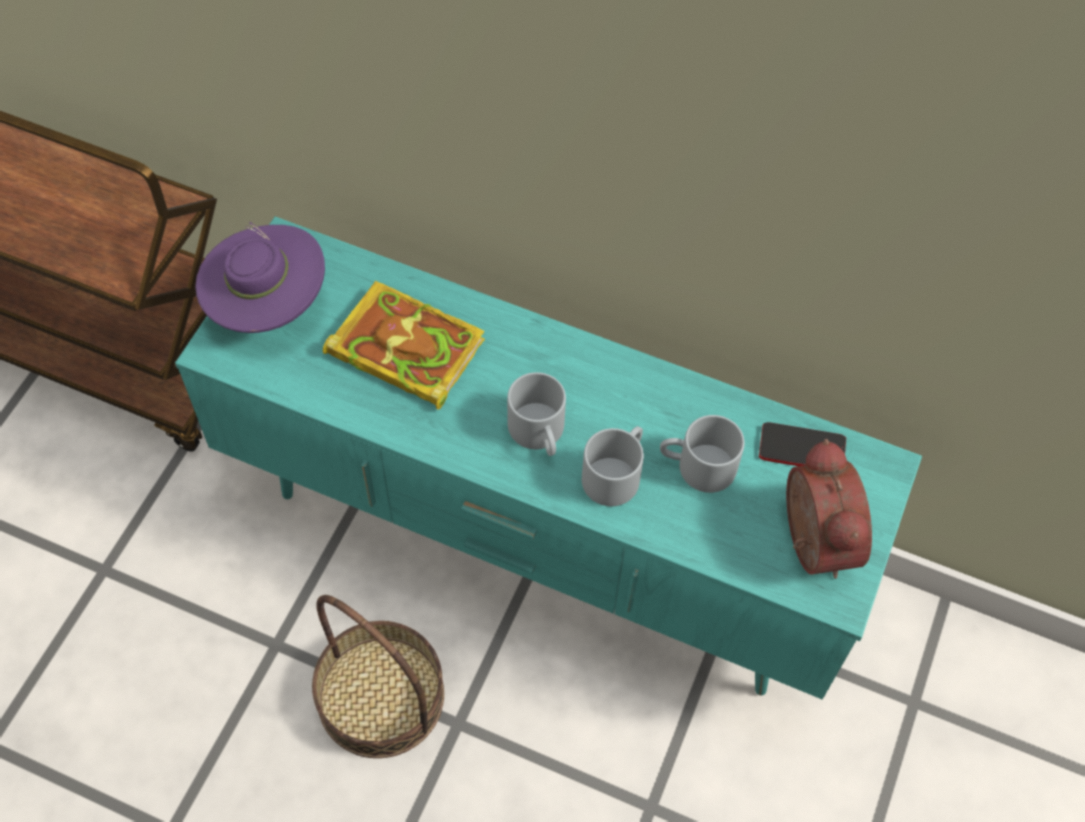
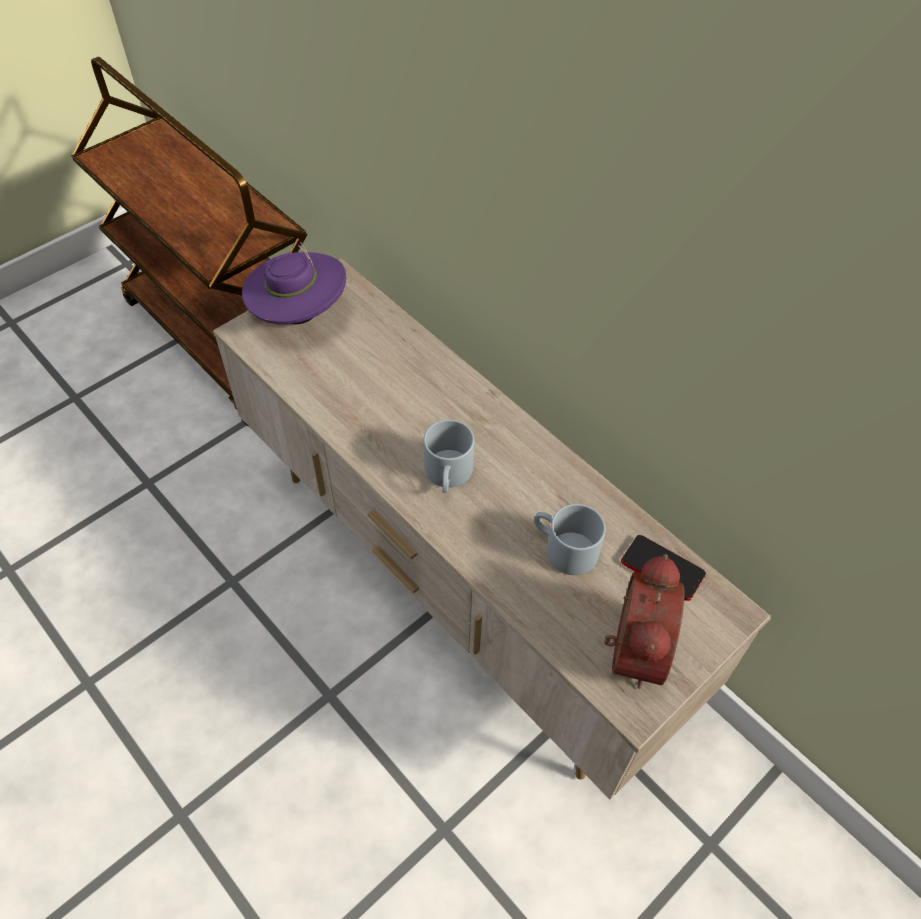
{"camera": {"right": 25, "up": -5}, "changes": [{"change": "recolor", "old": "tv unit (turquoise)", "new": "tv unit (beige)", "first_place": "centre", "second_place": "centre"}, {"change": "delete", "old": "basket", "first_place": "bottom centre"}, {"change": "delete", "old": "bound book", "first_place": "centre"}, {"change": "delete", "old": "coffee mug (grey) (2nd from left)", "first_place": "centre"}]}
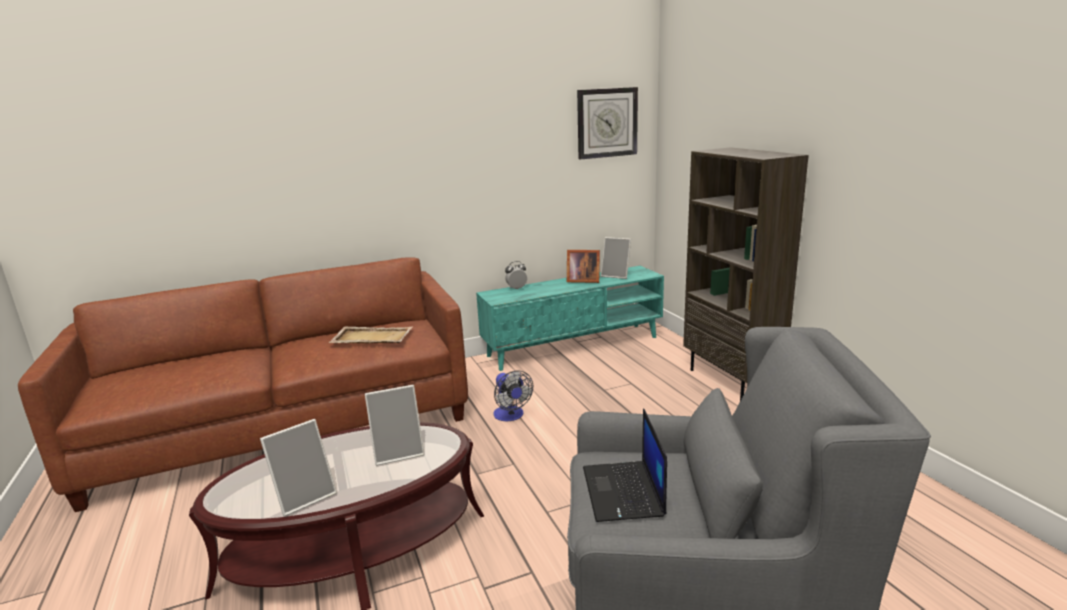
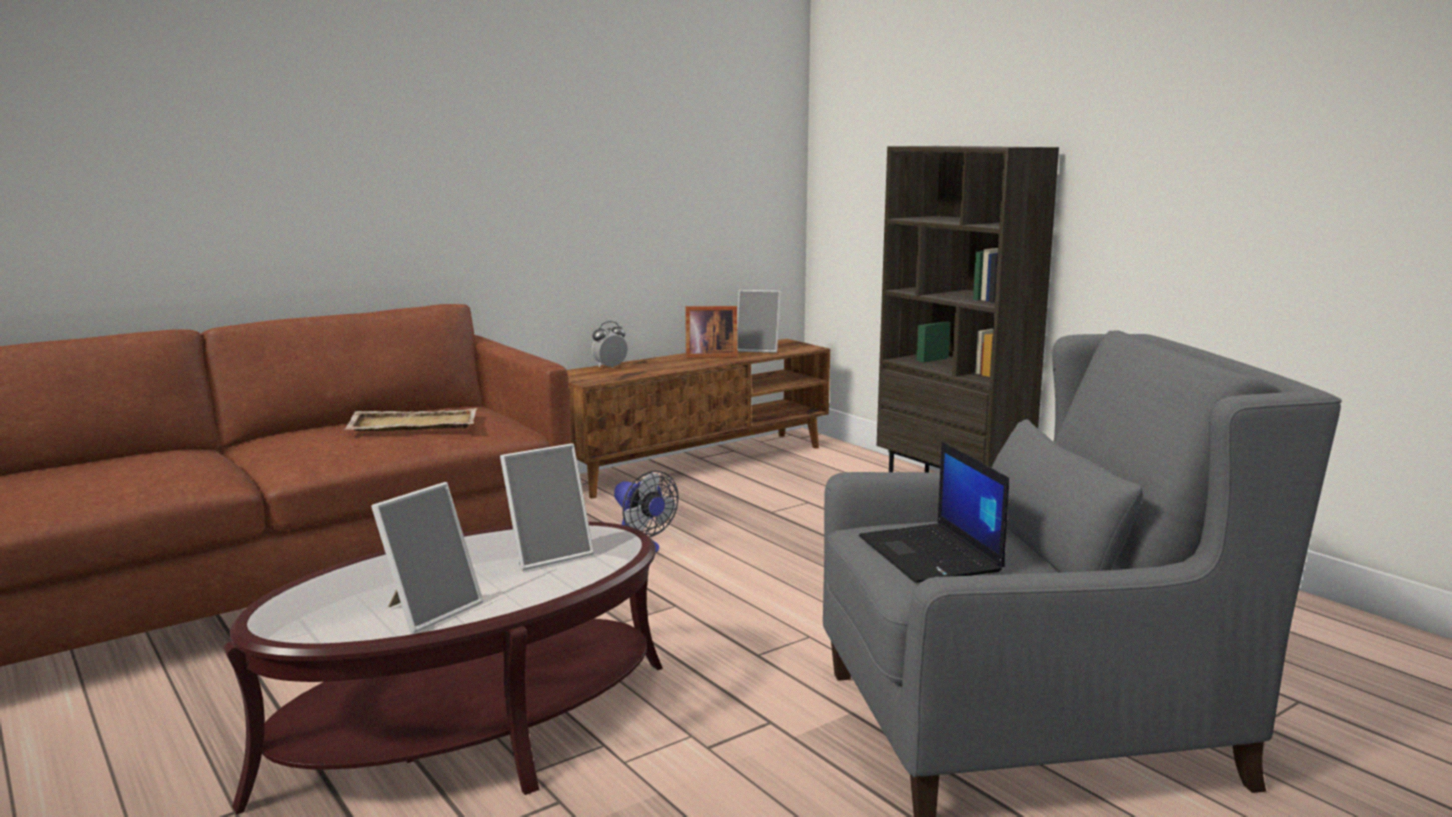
{"camera": {"right": -15, "up": -5}, "changes": [{"change": "recolor", "old": "tv unit (turquoise)", "new": "tv unit (brown-coloured)", "first_place": "centre", "second_place": "centre"}, {"change": "delete", "old": "hanging clock", "first_place": "top centre"}]}
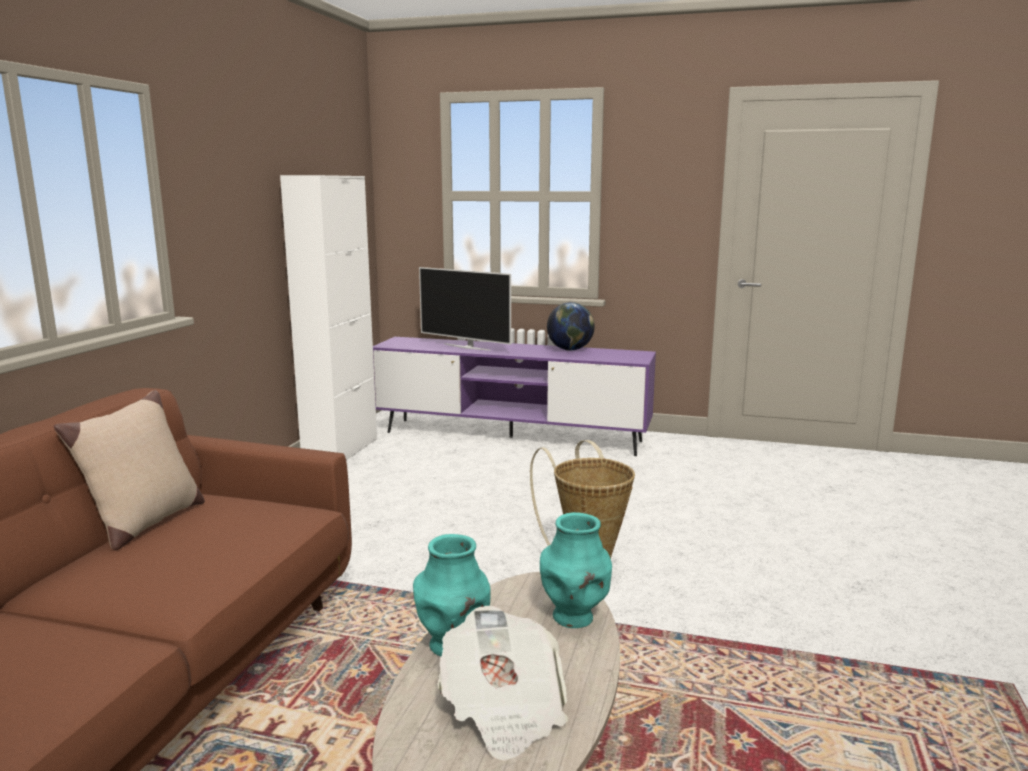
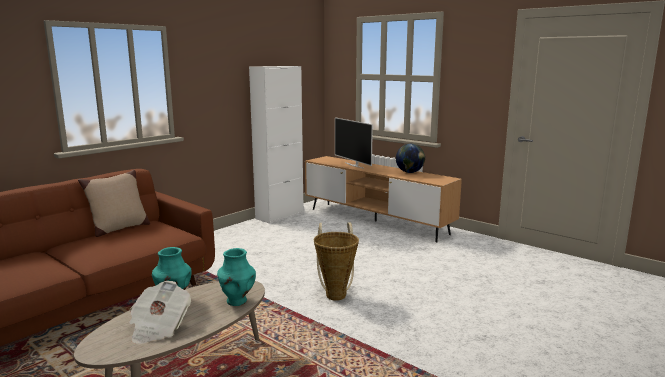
{"camera": {"right": 25, "up": 0}, "changes": [{"change": "recolor", "old": "tv unit (purplish)", "new": "tv unit (brown-coloured)", "first_place": "centre", "second_place": "centre"}]}
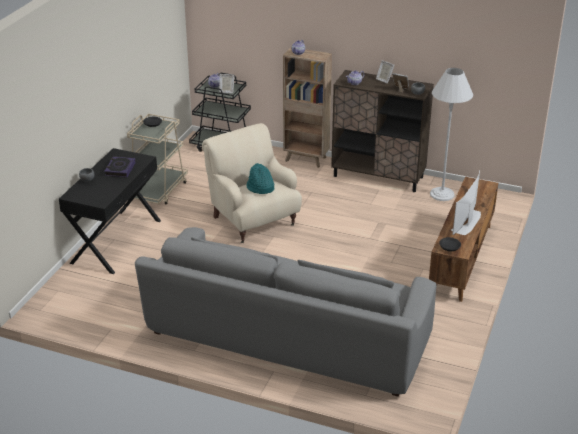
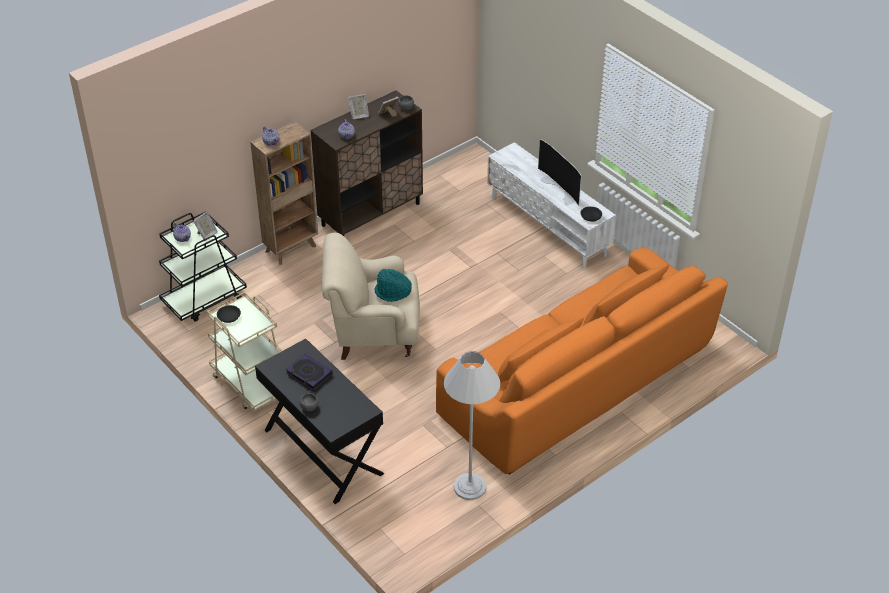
{"camera": {"right": -60, "up": 10}, "changes": [{"change": "recolor", "old": "settee (grey)", "new": "settee (orangey)", "first_place": "bottom centre", "second_place": "centre"}, {"change": "move", "old": "standard lamp (white-coloured)", "first_place": "top right", "second_place": "bottom centre"}, {"change": "recolor", "old": "tv unit (brown-coloured)", "new": "tv unit (white-coloured)", "first_place": "middle right", "second_place": "centre"}]}
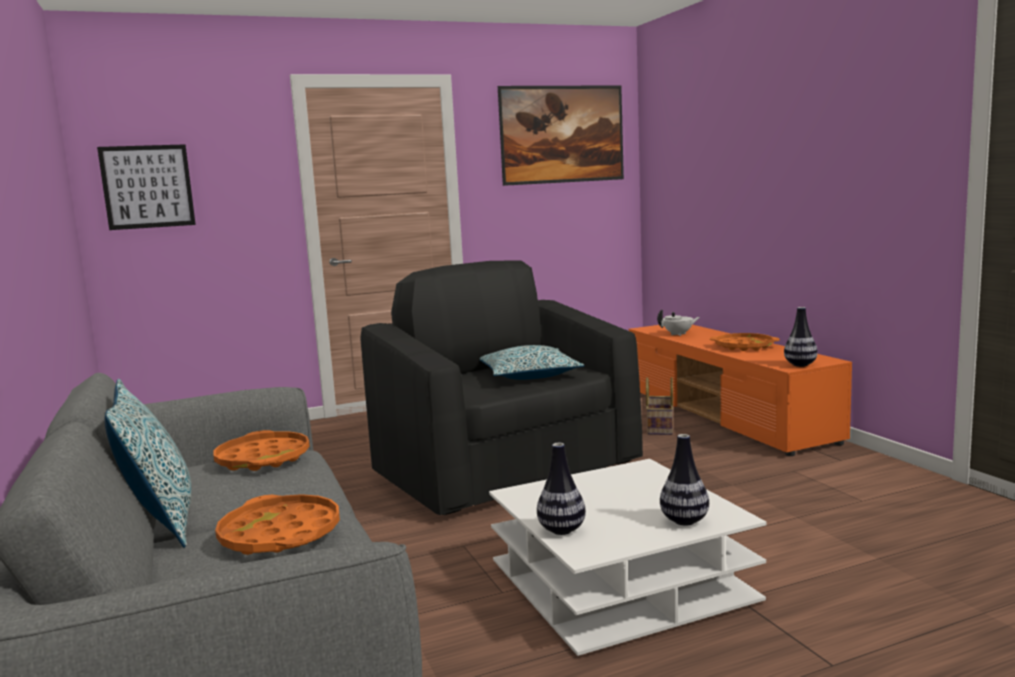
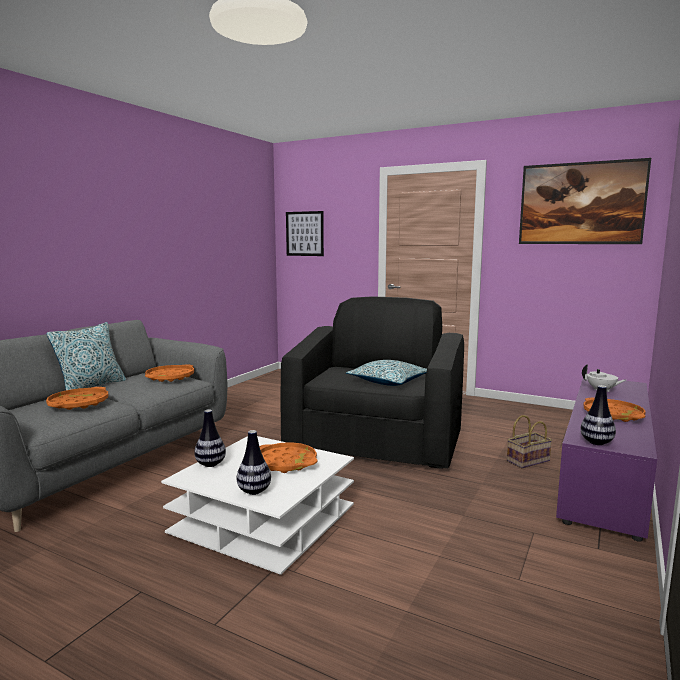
{"camera": {"right": 50, "up": 0}, "changes": [{"change": "insert", "new": "carrying tray (orangey) (3rd from left)", "second_place": "bottom centre"}, {"change": "recolor", "old": "tv unit (orangey)", "new": "tv unit (purplish)", "first_place": "middle right", "second_place": "bottom right"}]}
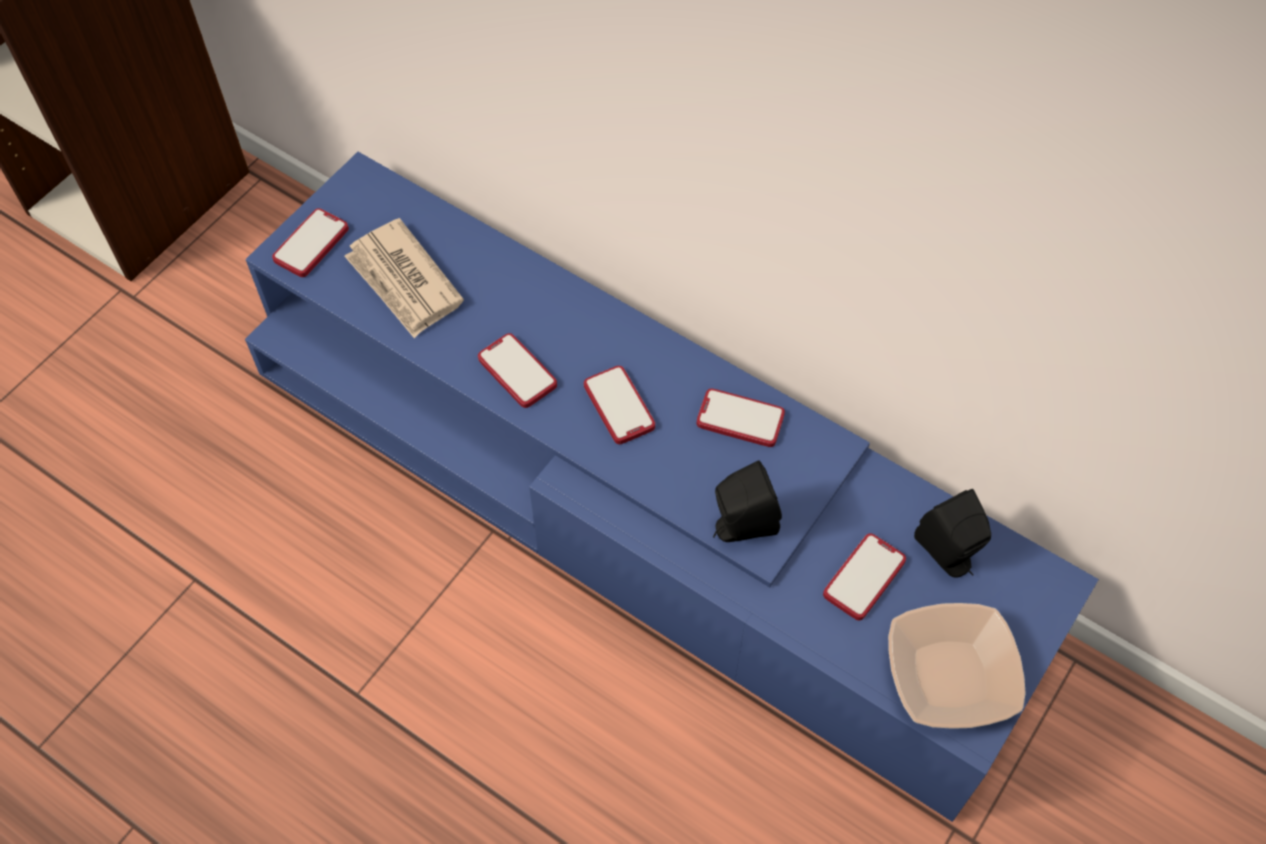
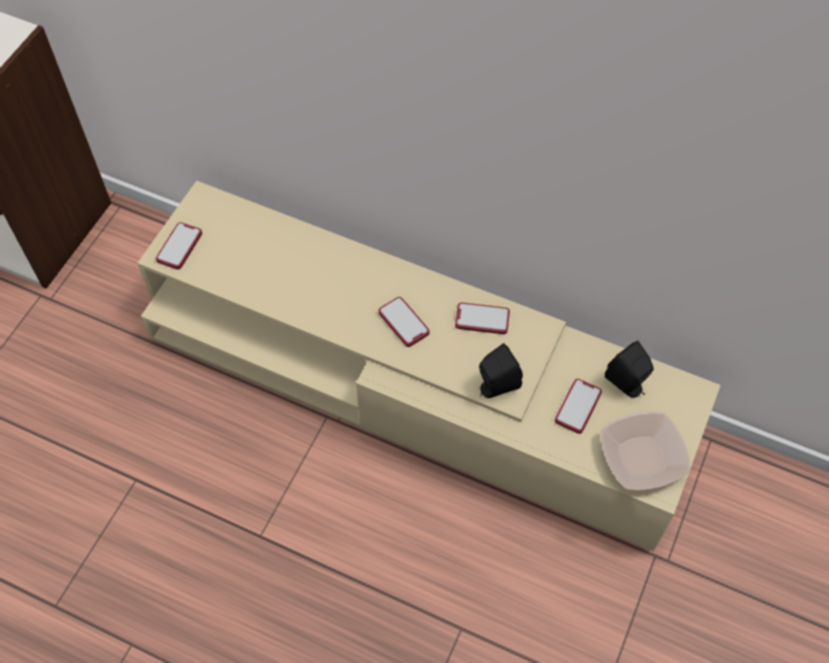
{"camera": {"right": -10, "up": 0}, "changes": [{"change": "recolor", "old": "tv unit (bluish)", "new": "tv unit (beige)", "first_place": "centre", "second_place": "centre"}, {"change": "delete", "old": "printed paper", "first_place": "top left"}, {"change": "delete", "old": "phone (2nd from left)", "first_place": "centre"}]}
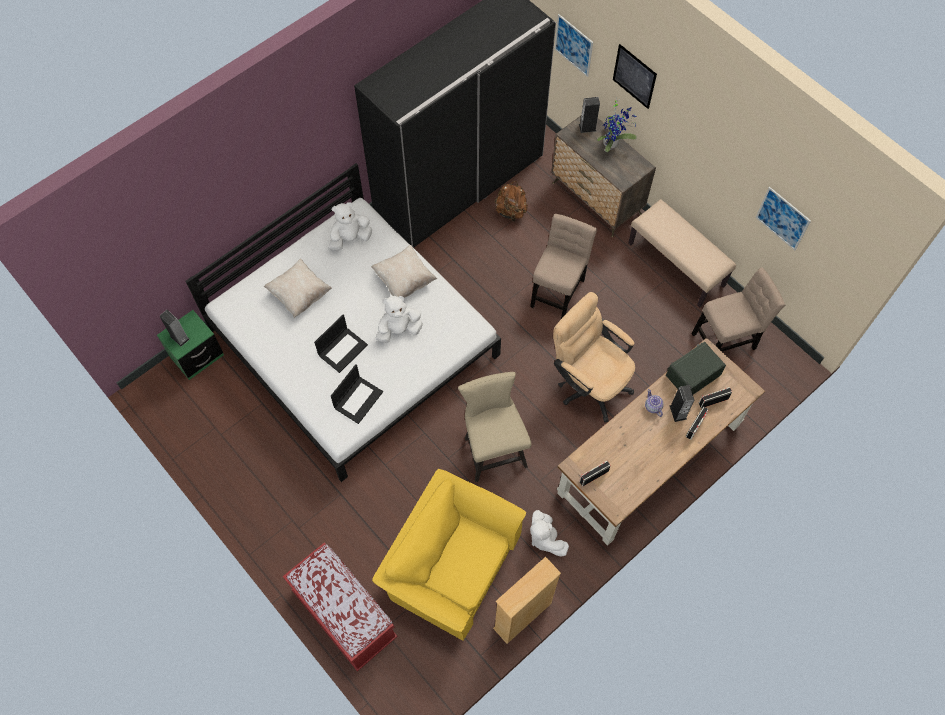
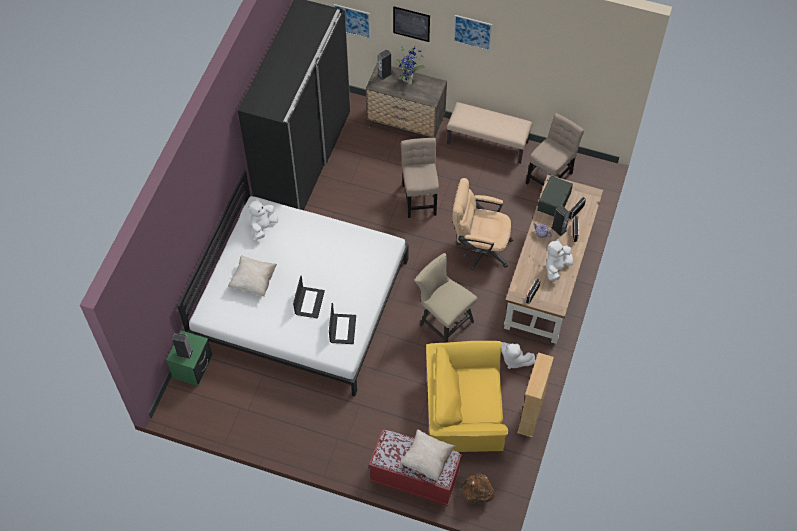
{"camera": {"right": -30, "up": -5}, "changes": [{"change": "move", "old": "pillow (beige) (2nd from left)", "first_place": "centre", "second_place": "bottom centre"}, {"change": "move", "old": "wall picture (3rd from left)", "first_place": "top right", "second_place": "top centre"}, {"change": "move", "old": "backpack (brown-coloured)", "first_place": "top centre", "second_place": "bottom centre"}, {"change": "move", "old": "plush toy (white-coloured) (2nd from left in the first image)", "new": "plush toy (white-coloured) (3rd from left)", "first_place": "centre", "second_place": "middle right"}]}
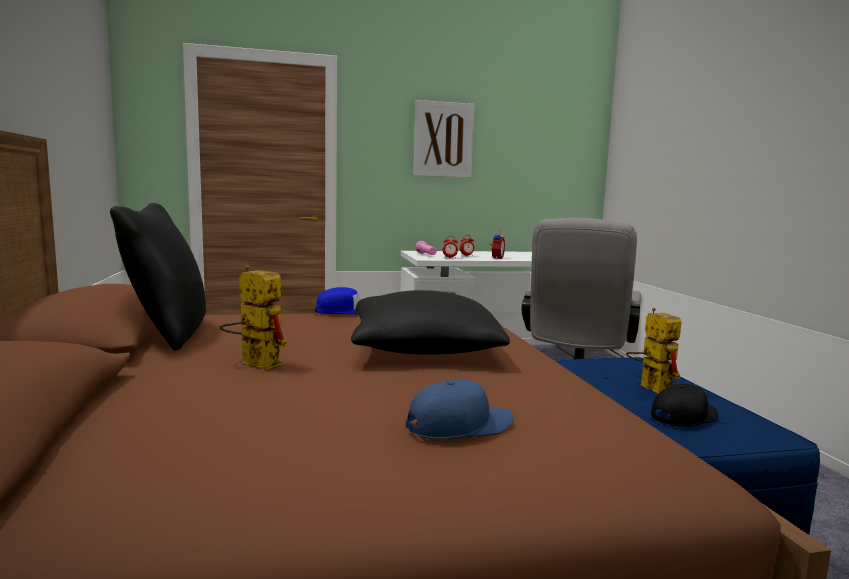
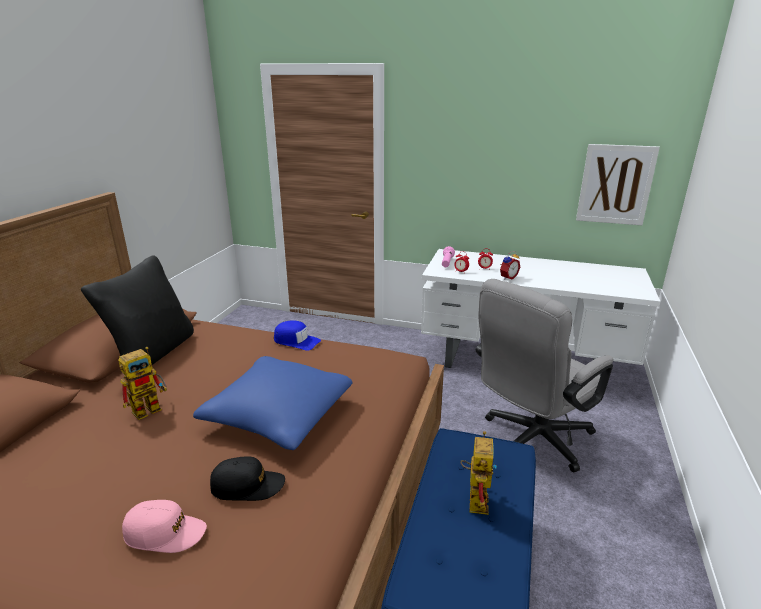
{"camera": {"right": 30, "up": 15}, "changes": [{"change": "rotate", "old": "toy robot (1st from left)", "first_place": "middle left", "second_place": "middle left", "degrees": 75}, {"change": "recolor", "old": "cap (bluish) (2nd from left)", "new": "cap (pinkish)", "first_place": "bottom centre", "second_place": "bottom left"}, {"change": "recolor", "old": "pillow (black-coloured) (2nd from left)", "new": "pillow (bluish)", "first_place": "centre", "second_place": "centre"}, {"change": "move", "old": "cap (black-coloured)", "first_place": "bottom right", "second_place": "bottom left"}, {"change": "move", "old": "wall picture", "first_place": "top centre", "second_place": "top right"}]}
